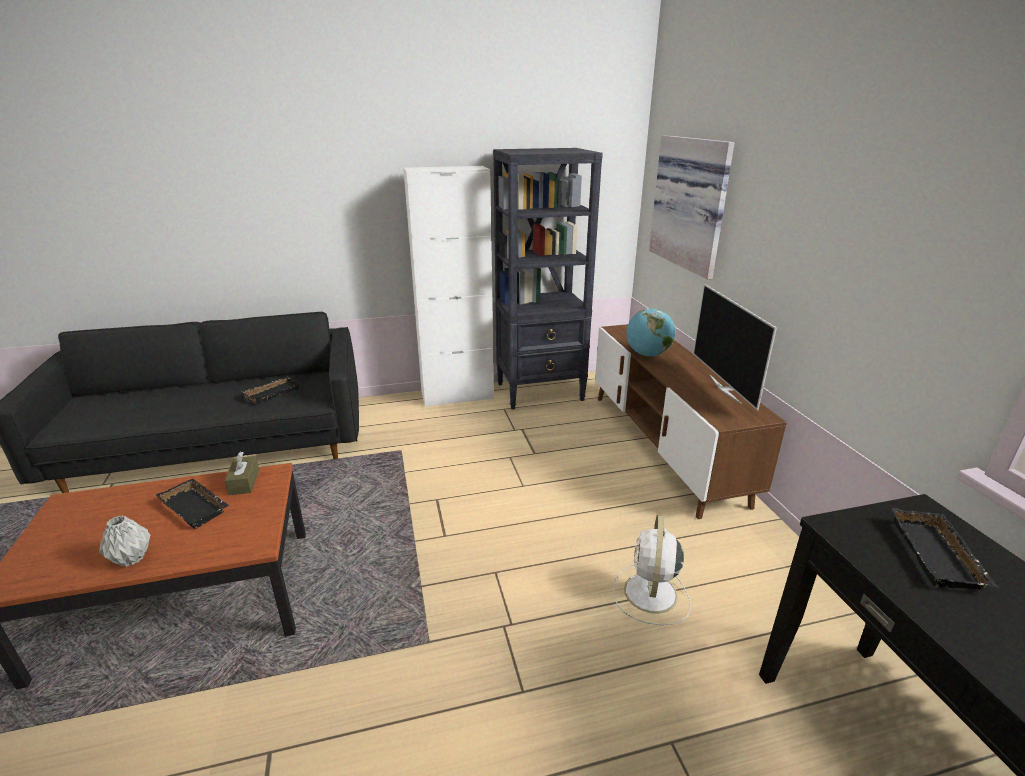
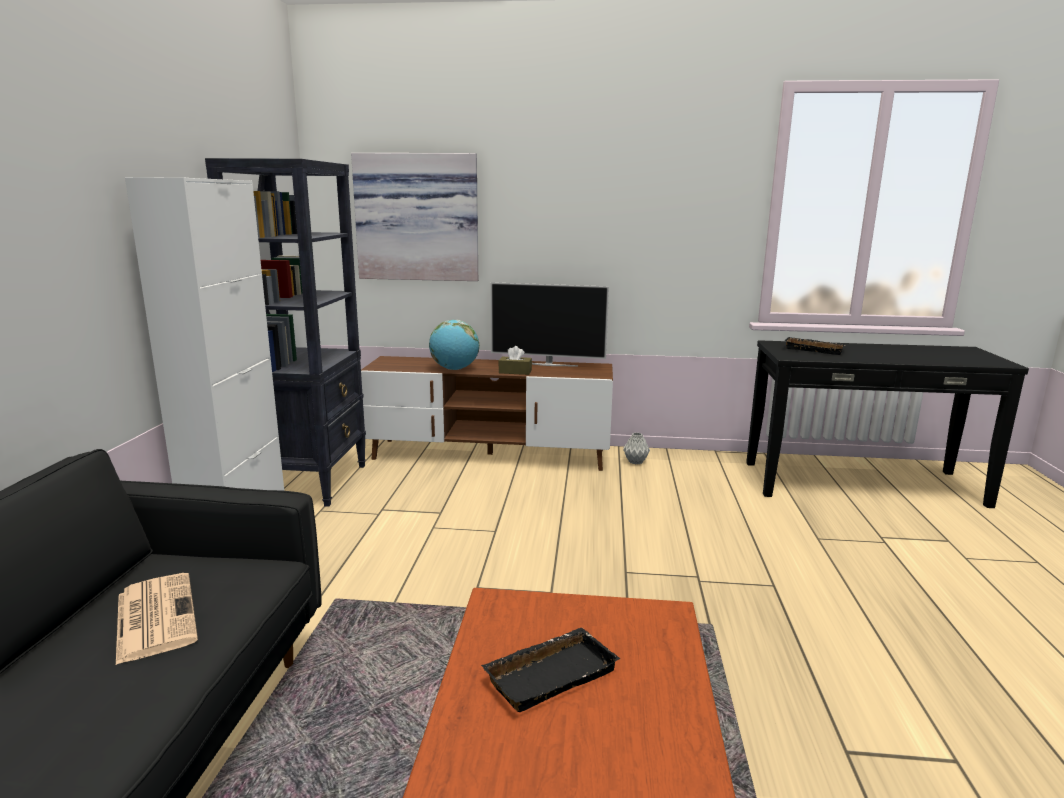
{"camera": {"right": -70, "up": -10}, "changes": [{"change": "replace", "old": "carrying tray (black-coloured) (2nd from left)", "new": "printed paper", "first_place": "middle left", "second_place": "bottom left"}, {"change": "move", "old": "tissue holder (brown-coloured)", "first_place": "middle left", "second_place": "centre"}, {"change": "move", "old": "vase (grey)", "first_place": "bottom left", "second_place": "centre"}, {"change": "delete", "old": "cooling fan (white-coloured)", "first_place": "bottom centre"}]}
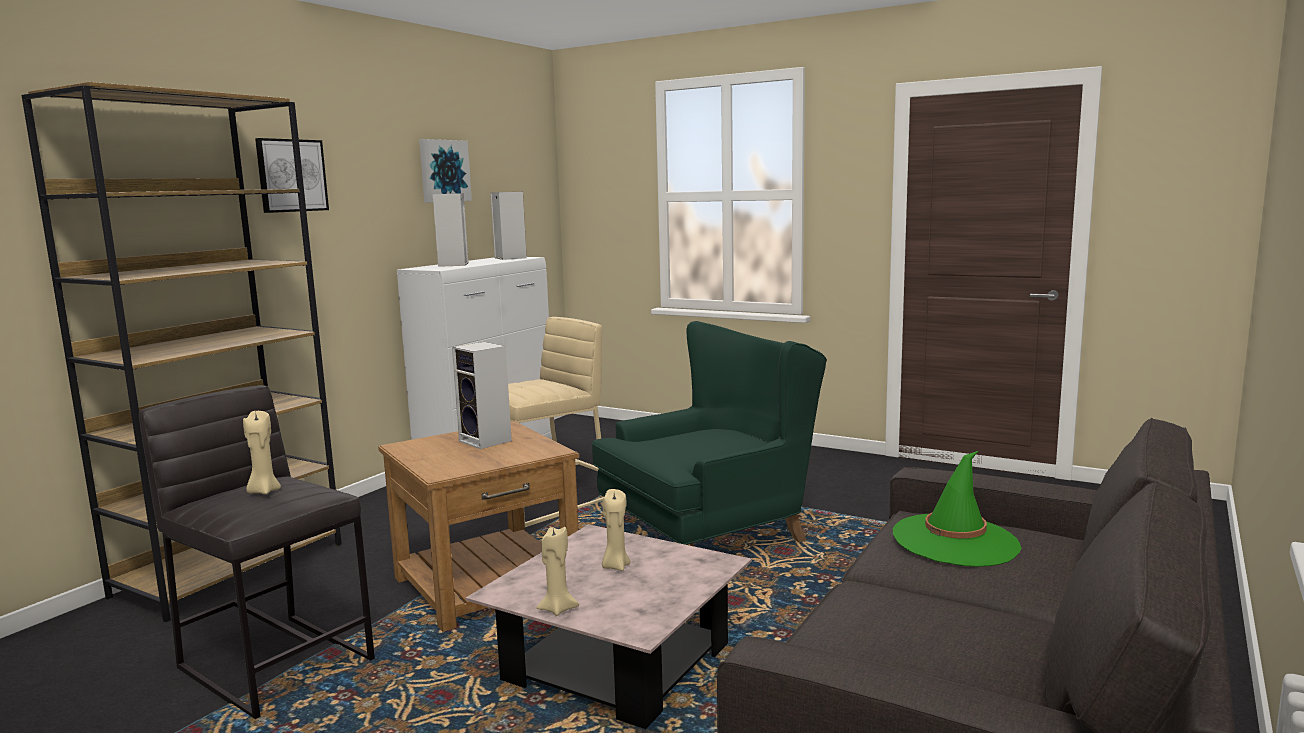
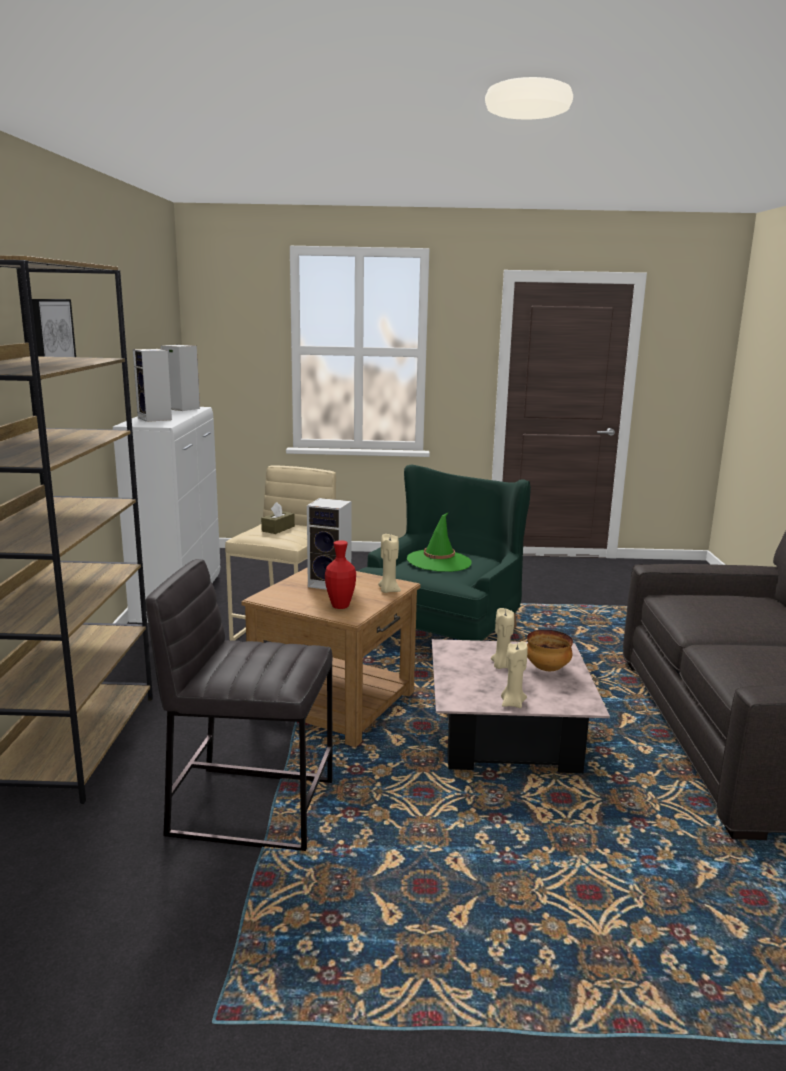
{"camera": {"right": -30, "up": 5}, "changes": [{"change": "insert", "new": "tissue holder (brown-coloured)", "second_place": "centre"}, {"change": "insert", "new": "vase (reddish)", "second_place": "centre"}, {"change": "move", "old": "candle (beige) (1st from left)", "first_place": "middle left", "second_place": "centre"}, {"change": "move", "old": "wearable hat (greenish)", "first_place": "bottom right", "second_place": "centre"}, {"change": "insert", "new": "deep dish", "second_place": "middle right"}, {"change": "delete", "old": "wall picture (2nd from left)", "first_place": "top centre"}]}
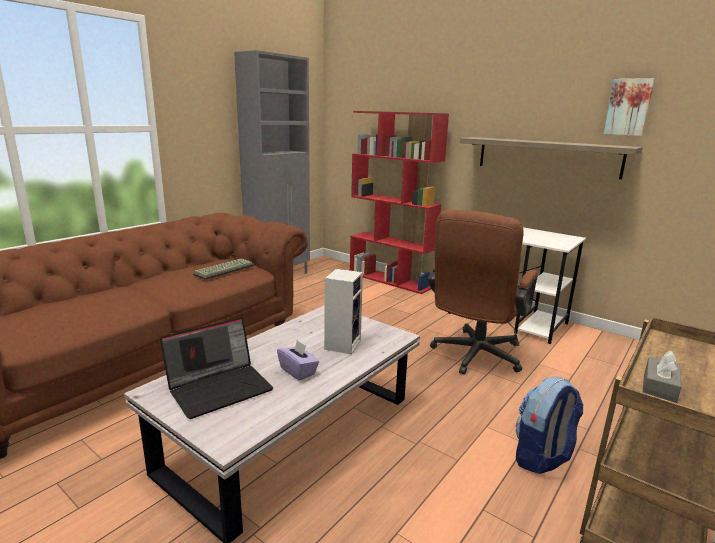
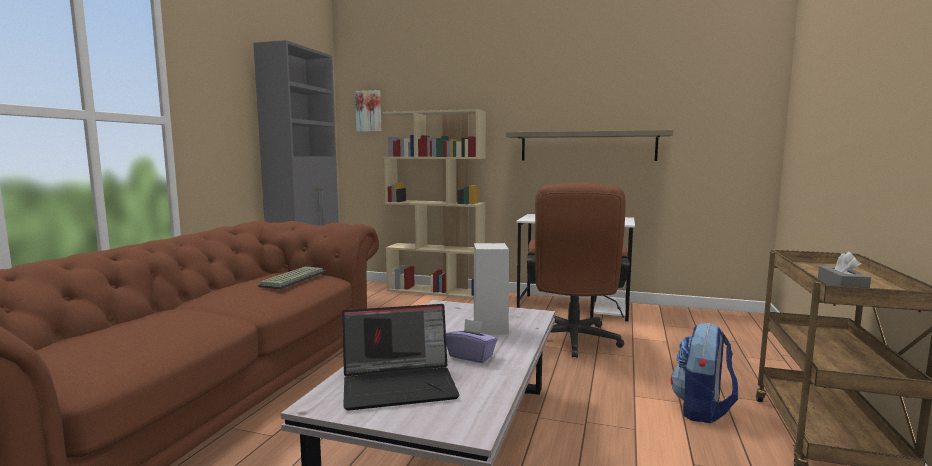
{"camera": {"right": -20, "up": -10}, "changes": [{"change": "rotate", "old": "portable computer", "first_place": "bottom left", "second_place": "bottom centre", "degrees": 45}, {"change": "move", "old": "wall picture", "first_place": "top right", "second_place": "top centre"}, {"change": "recolor", "old": "bookshelf (reddish)", "new": "bookshelf (beige)", "first_place": "centre", "second_place": "centre"}]}
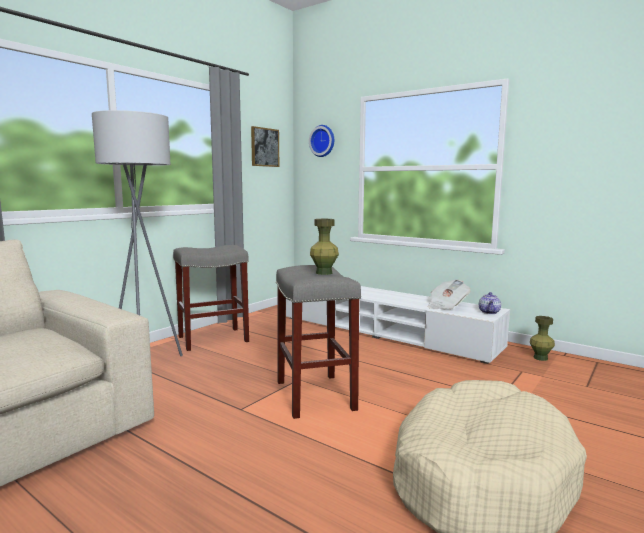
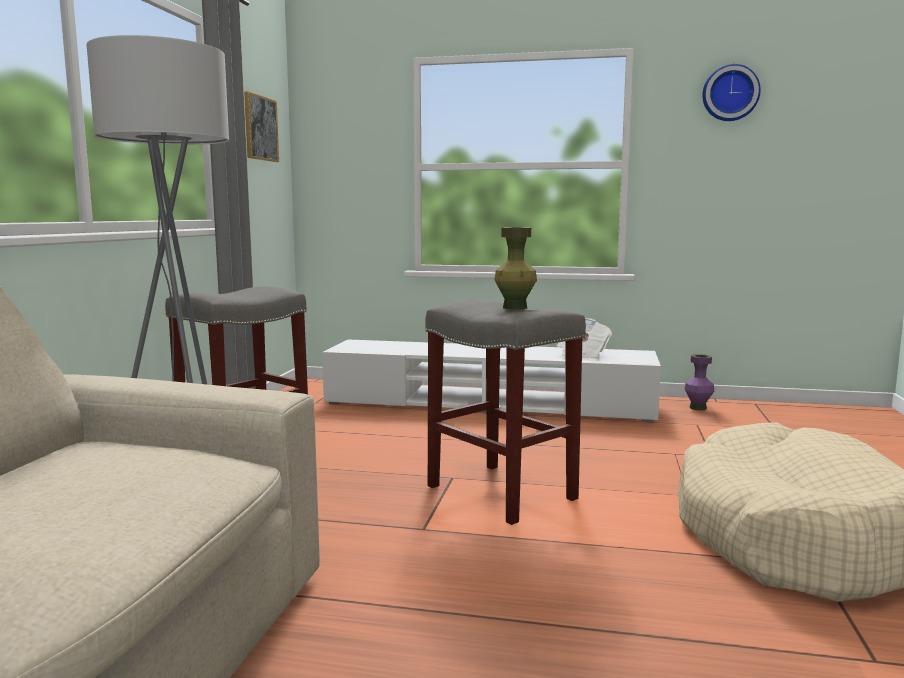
{"camera": {"right": -25, "up": 0}, "changes": [{"change": "recolor", "old": "vase (greenish) (2nd from left)", "new": "vase (purplish)", "first_place": "middle right", "second_place": "middle right"}, {"change": "move", "old": "hanging clock", "first_place": "top centre", "second_place": "top right"}, {"change": "delete", "old": "teapot", "first_place": "middle right"}]}
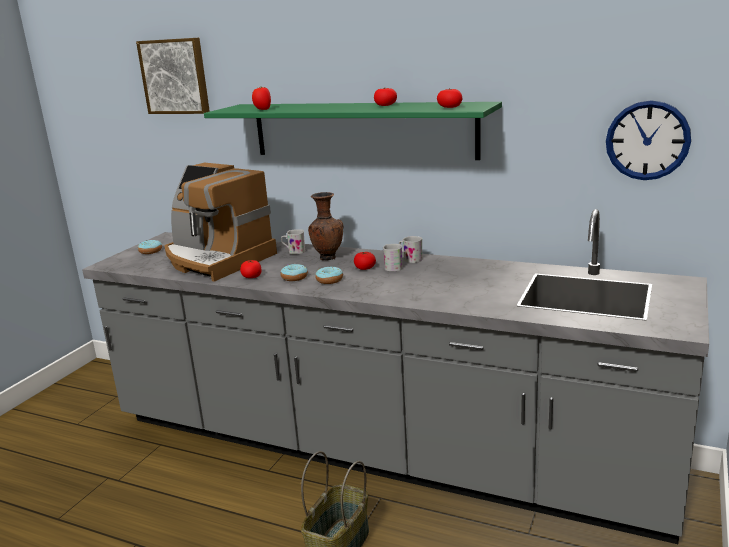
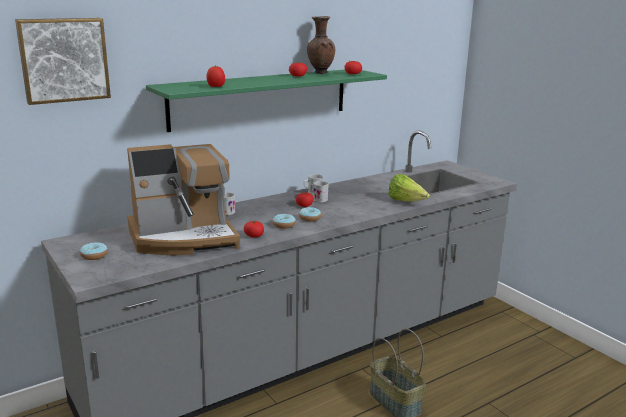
{"camera": {"right": -60, "up": 0}, "changes": [{"change": "move", "old": "vase (brown-coloured)", "first_place": "centre", "second_place": "top centre"}, {"change": "insert", "new": "head of lettuce", "second_place": "centre"}, {"change": "delete", "old": "hanging clock", "first_place": "top right"}]}
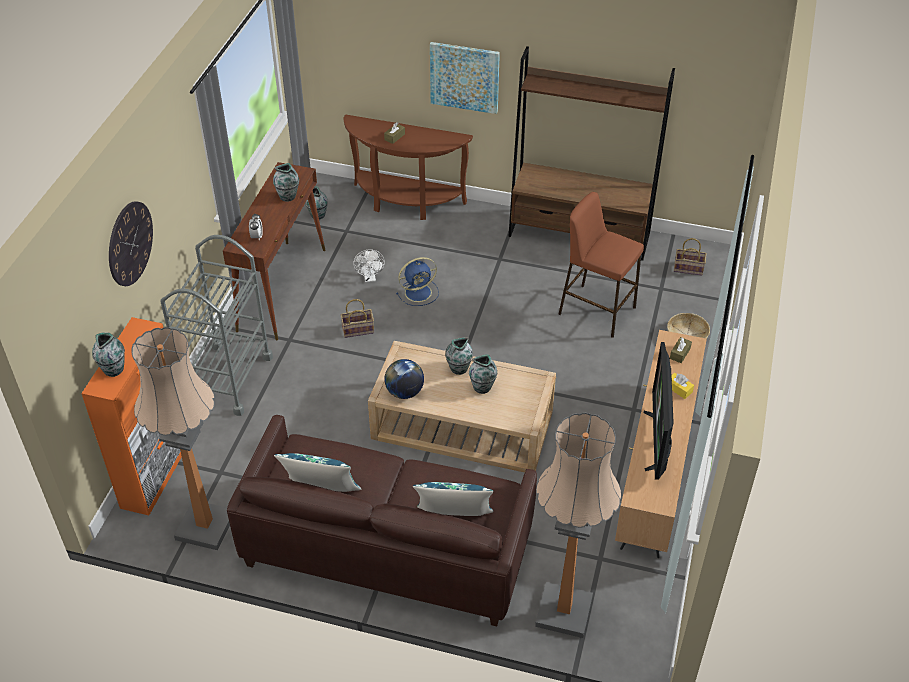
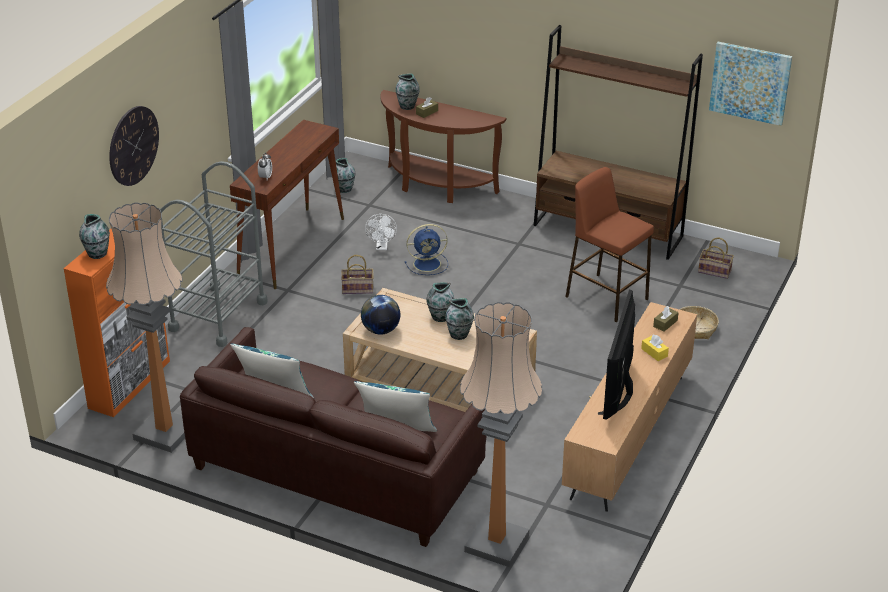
{"camera": {"right": 10, "up": -10}, "changes": [{"change": "move", "old": "vase (2nd from left in the first image)", "new": "vase (3rd from left)", "first_place": "top left", "second_place": "top centre"}, {"change": "move", "old": "wall picture", "first_place": "top centre", "second_place": "top right"}]}
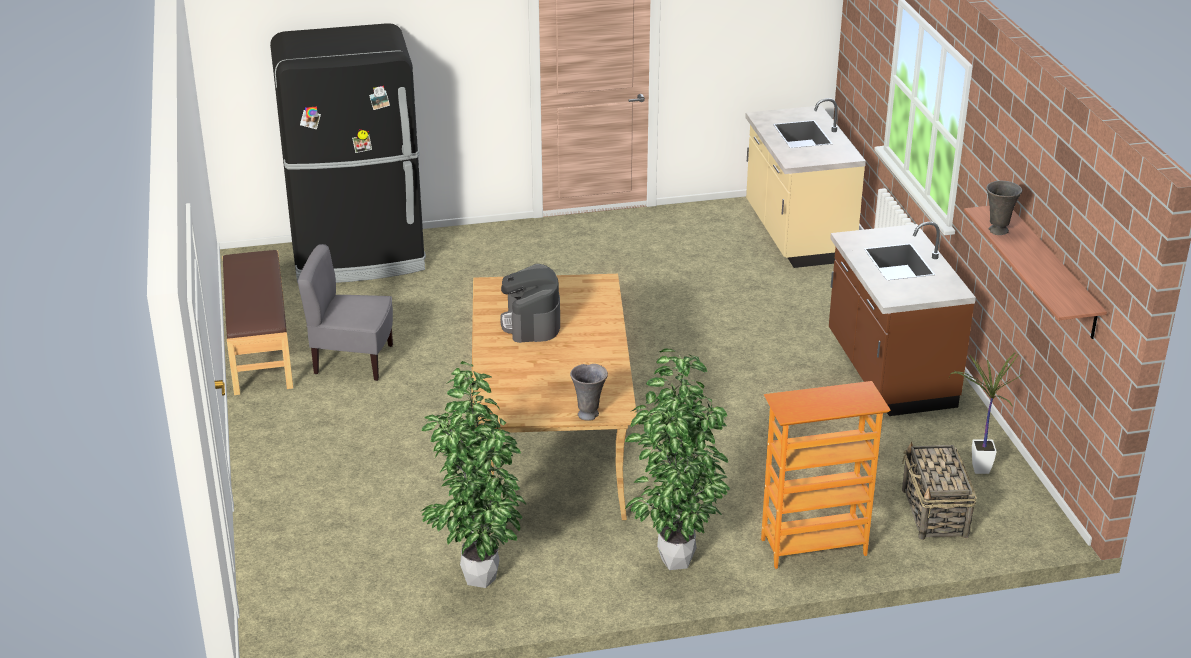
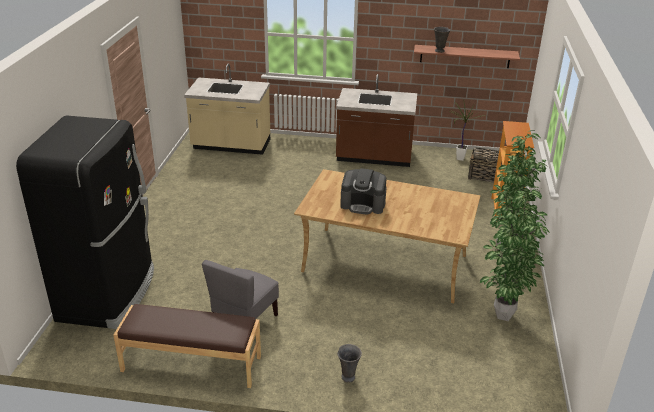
{"camera": {"right": -70, "up": 0}, "changes": [{"change": "move", "old": "vase (grey) (1st from left)", "first_place": "centre", "second_place": "bottom centre"}]}
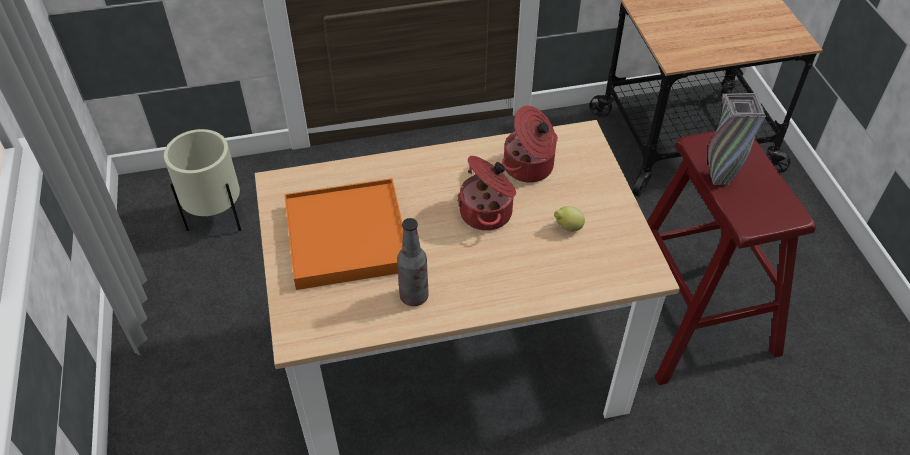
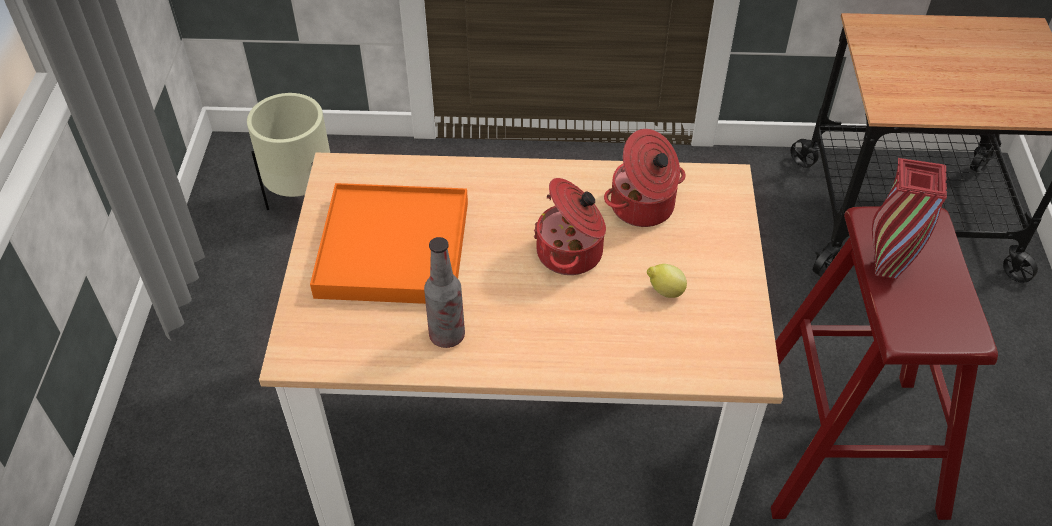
{"camera": {"right": 15, "up": 0}, "changes": [{"change": "recolor", "old": "vase (grey)", "new": "vase (reddish)", "first_place": "top right", "second_place": "middle right"}]}
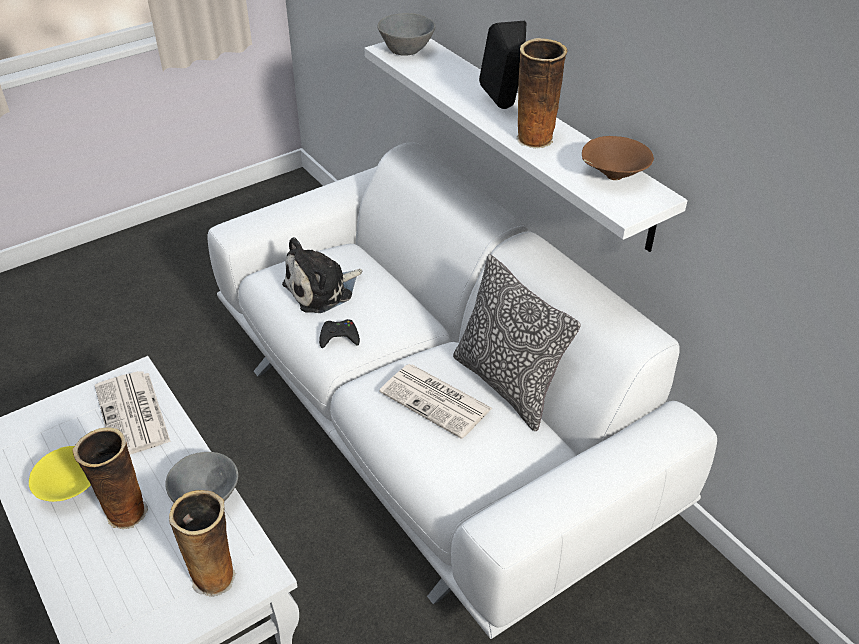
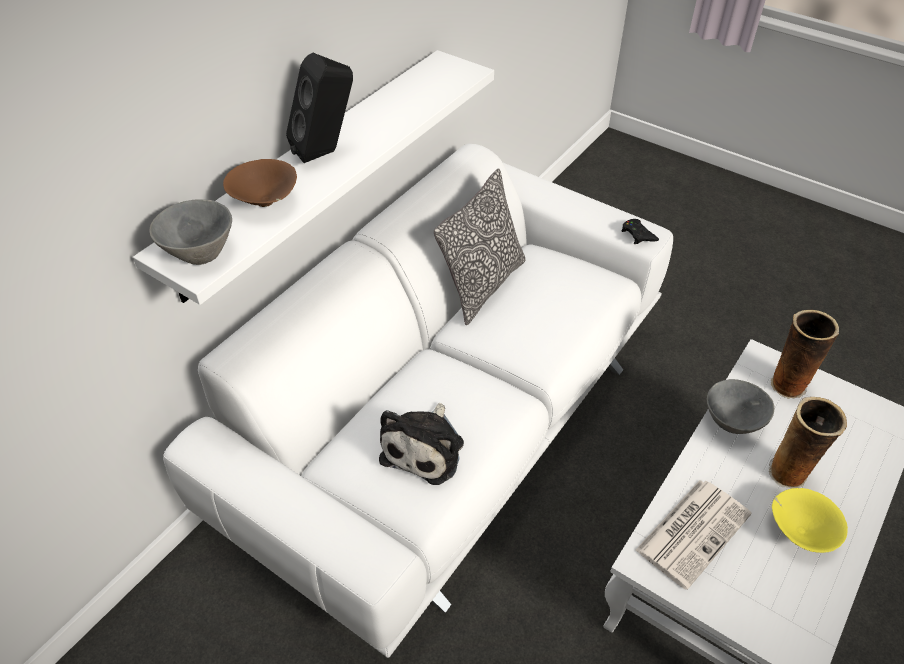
{"camera": {"right": -110, "up": 5}, "changes": [{"change": "move", "old": "deep dish (brown-coloured)", "first_place": "top right", "second_place": "top left"}, {"change": "rotate", "old": "plush toy", "first_place": "centre", "second_place": "bottom centre", "degrees": 75}, {"change": "move", "old": "joypad (black-coloured)", "first_place": "centre", "second_place": "middle right"}, {"change": "delete", "old": "printed paper (2nd from left)", "first_place": "centre"}, {"change": "delete", "old": "vase (3rd from left)", "first_place": "top centre"}]}
